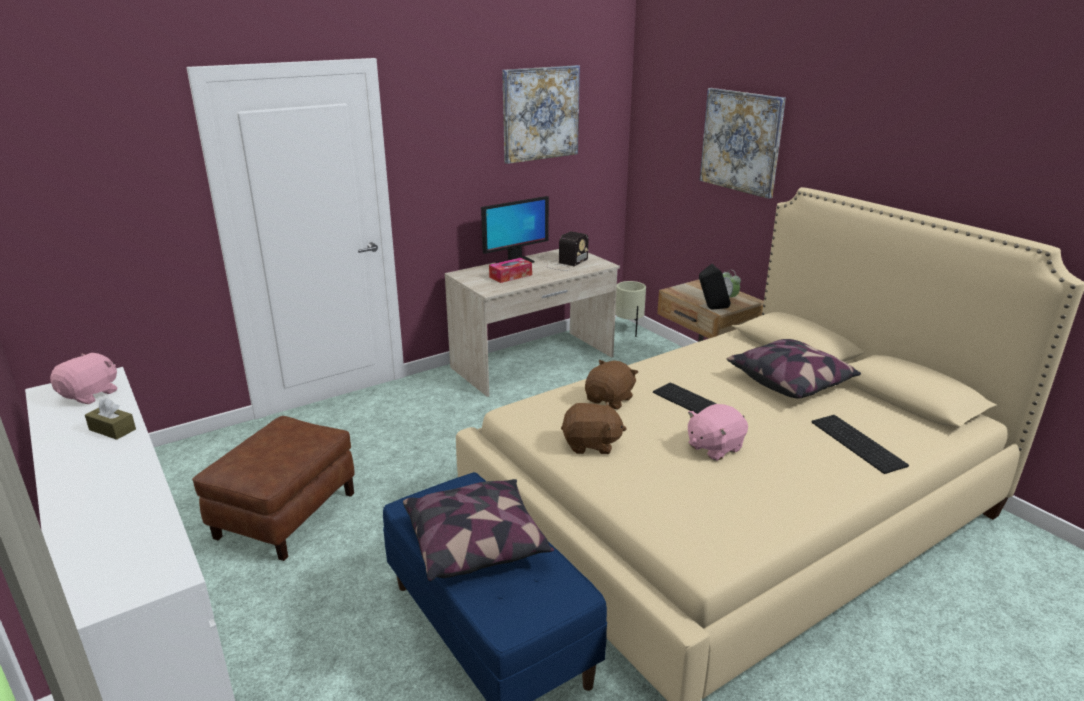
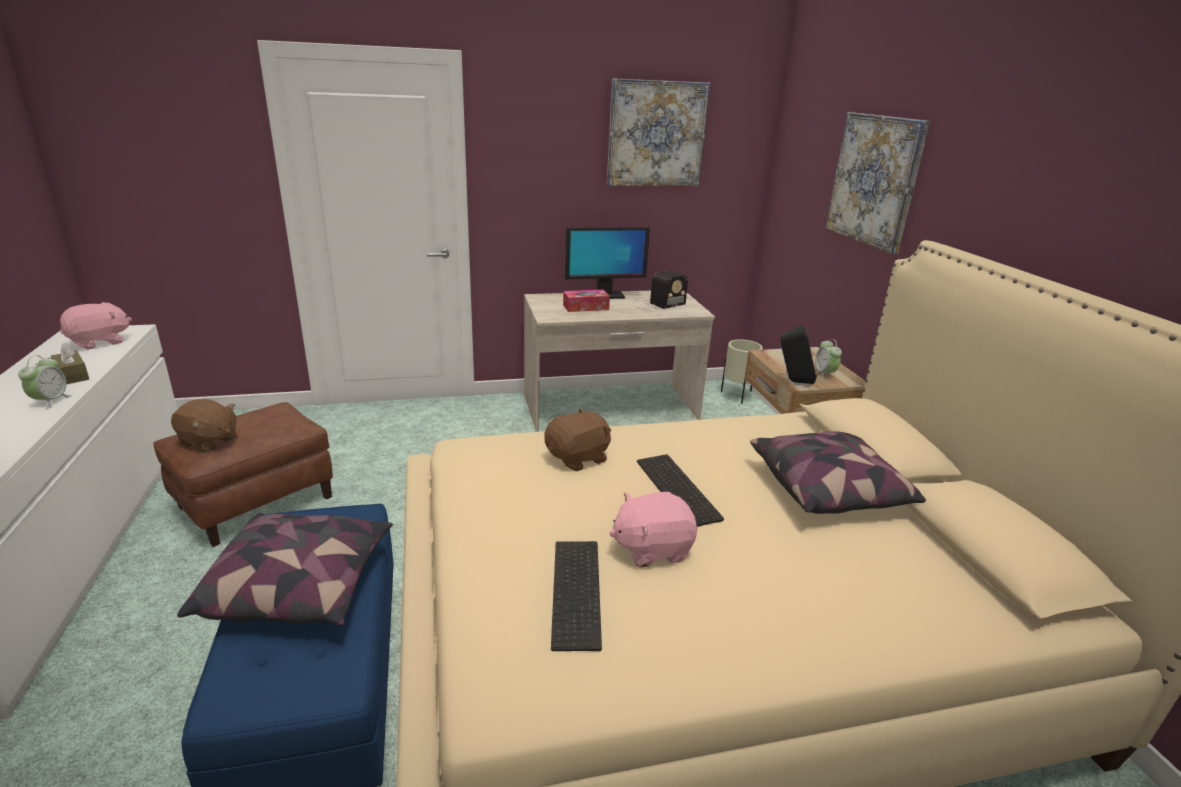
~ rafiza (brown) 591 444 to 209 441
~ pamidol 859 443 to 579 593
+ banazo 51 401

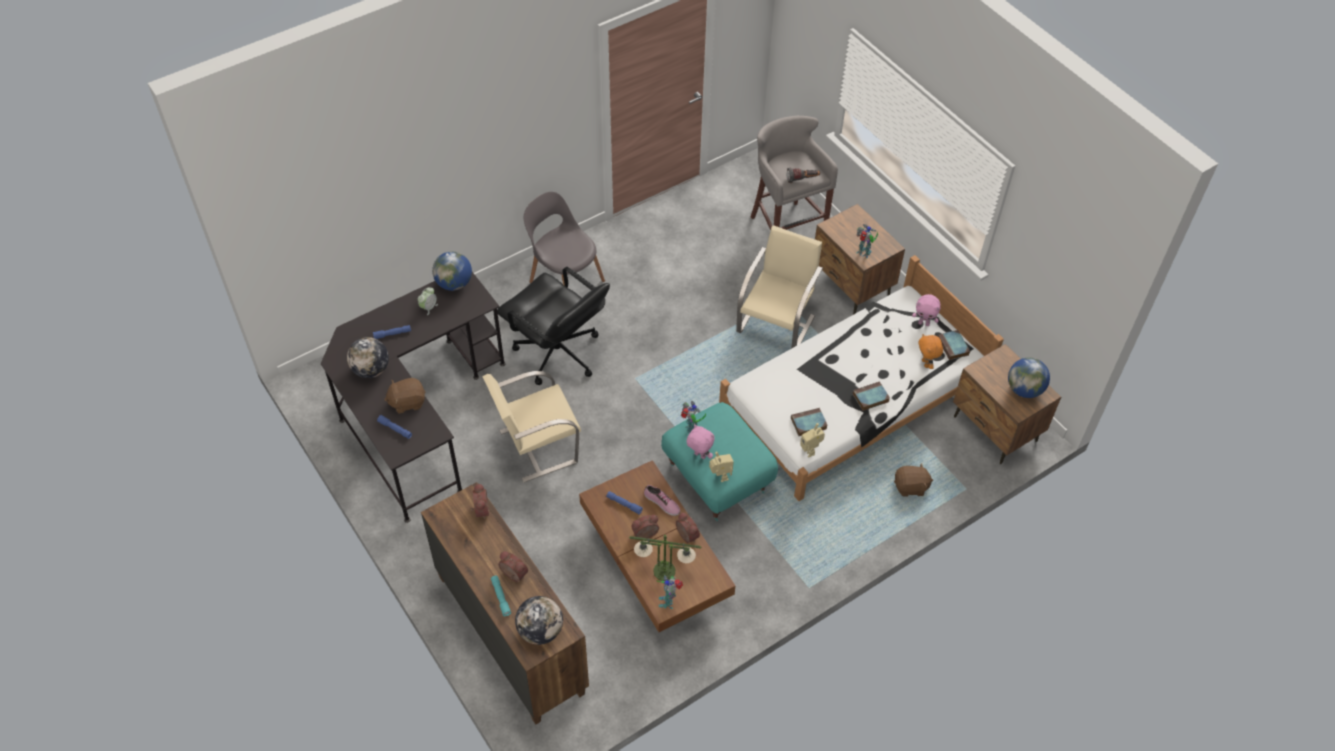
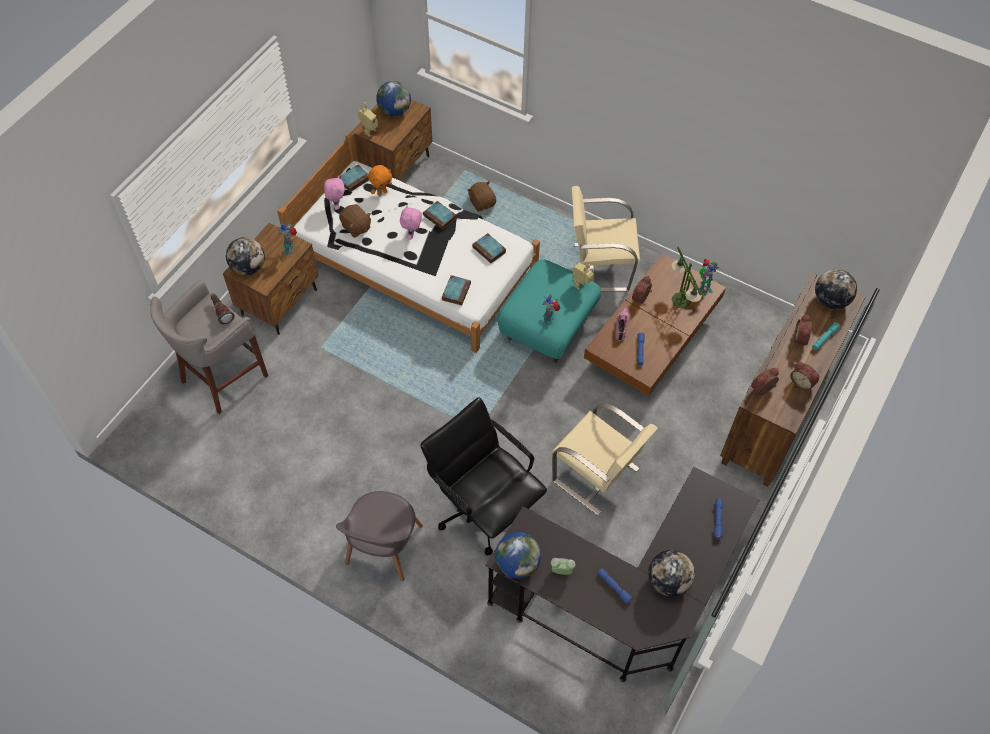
~ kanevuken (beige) 776 323 to 599 267
~ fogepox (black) 558 354 = 483 508 60 degrees counterclockwise
~ rafiza (brown) 407 402 to 356 227
~ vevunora 810 450 to 368 131
~ rafiza (pink) 699 456 to 412 235
~ banazo 645 535 to 802 382
+ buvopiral 248 267
+ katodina 456 291

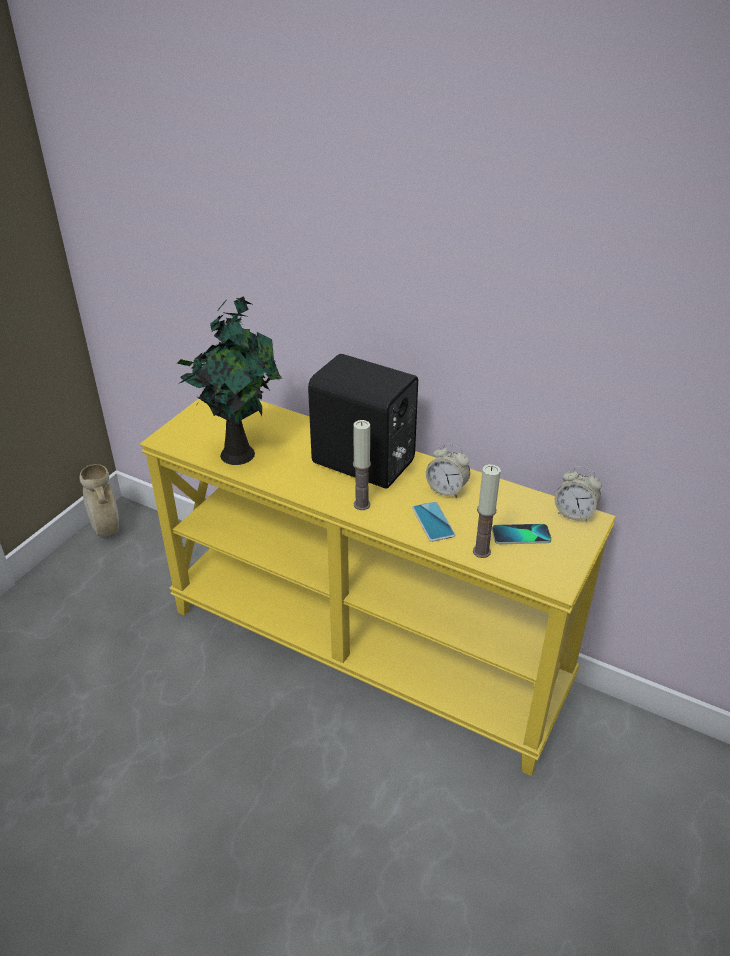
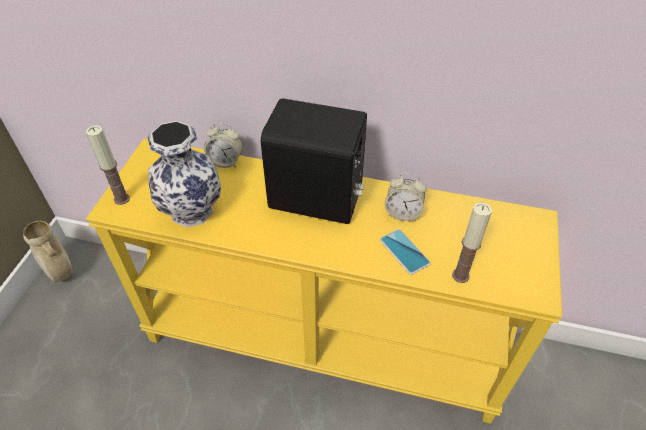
~ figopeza 239 452 to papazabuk 192 210
~ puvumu 362 504 to 122 199
~ banazo 574 513 to 226 161
- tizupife 521 535

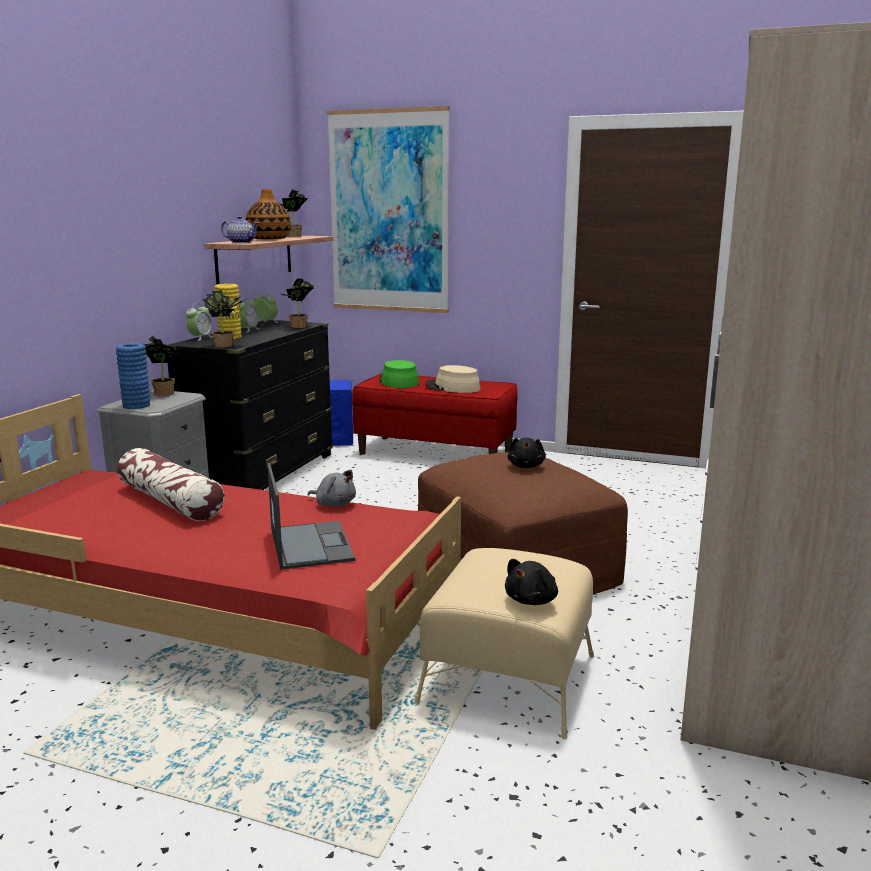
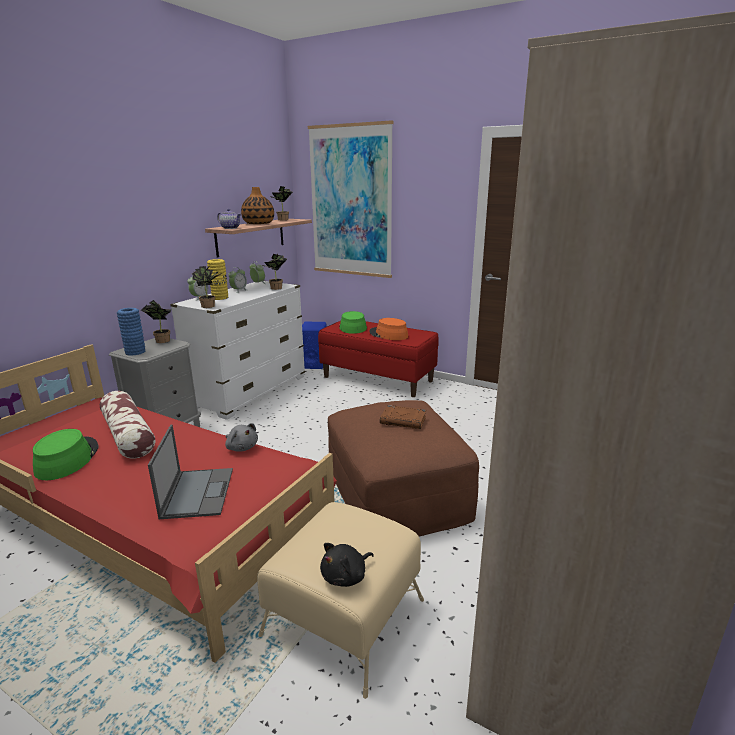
~ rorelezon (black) 262 475 to rorelezon (white) 250 392
~ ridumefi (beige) 452 387 to ridumefi (orange) 388 334
~ rafiza (black) 526 466 to katodina (brown) 403 420
+ ridumefi (green) 67 459

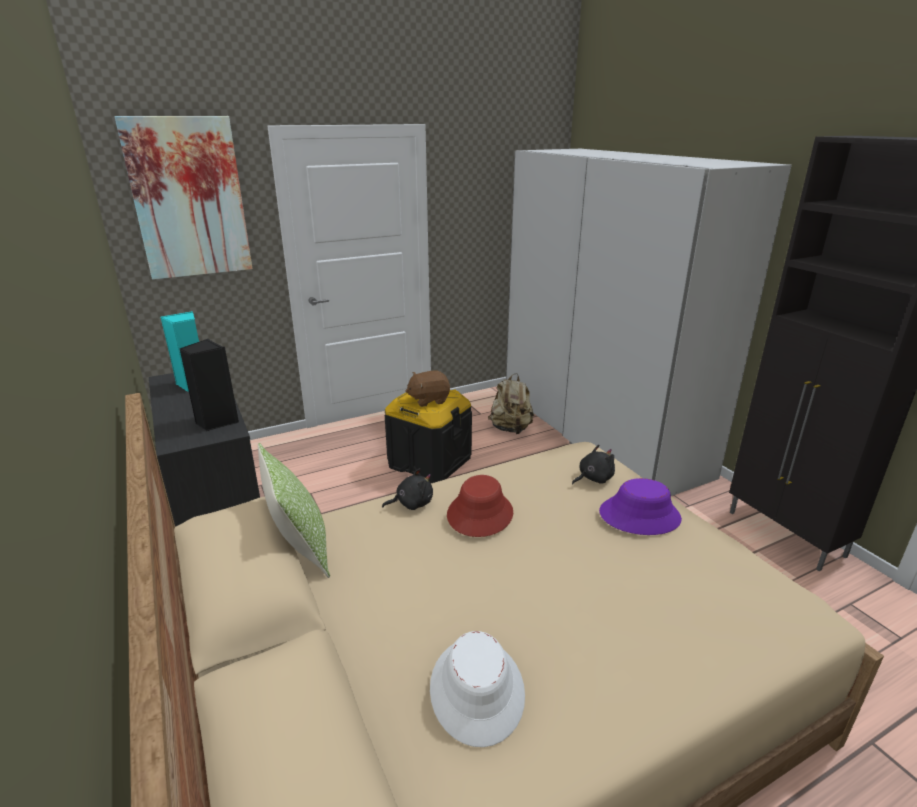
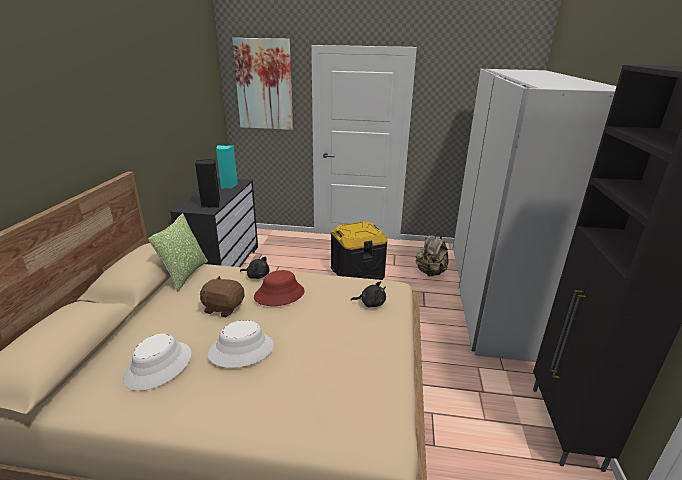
~ rafiza (brown) 428 400 to 223 308
- ridumefi (purple) 639 515
+ ridumefi (white) 241 350

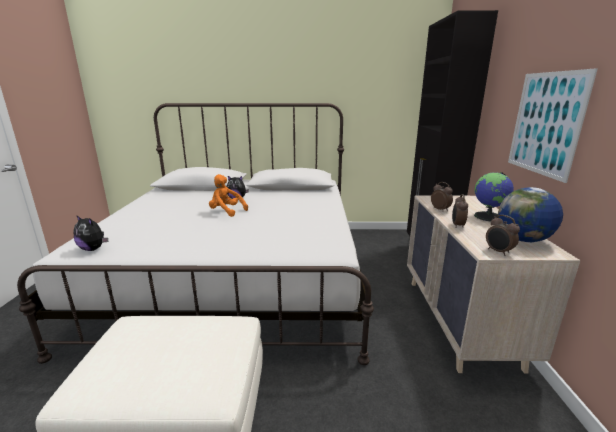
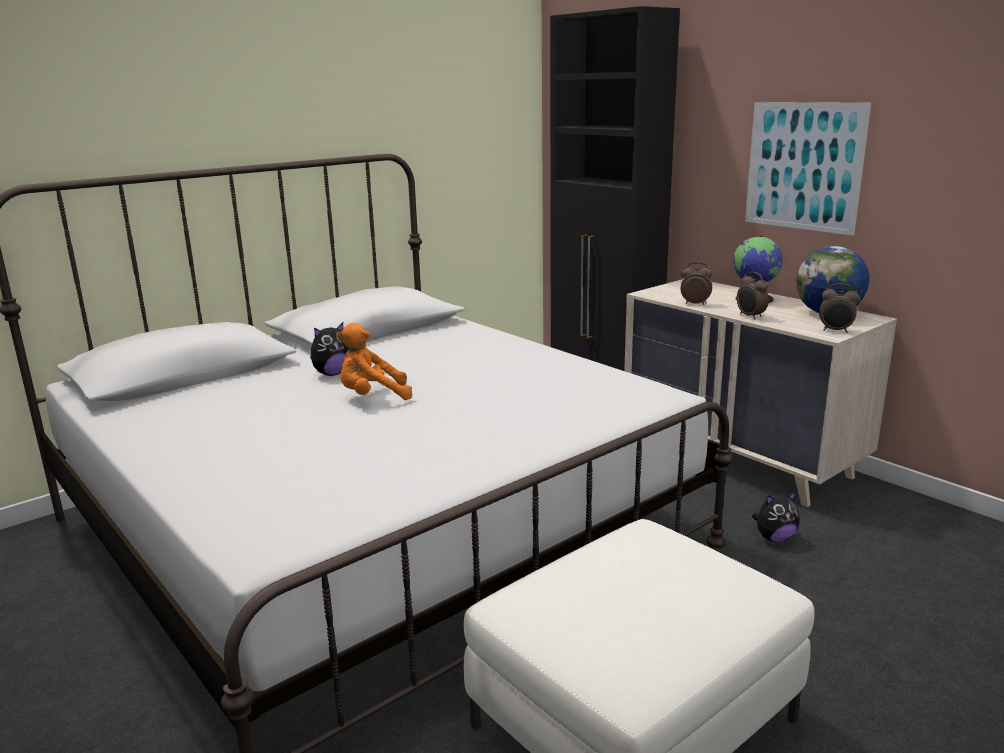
~ rafiza 93 249 to 774 538

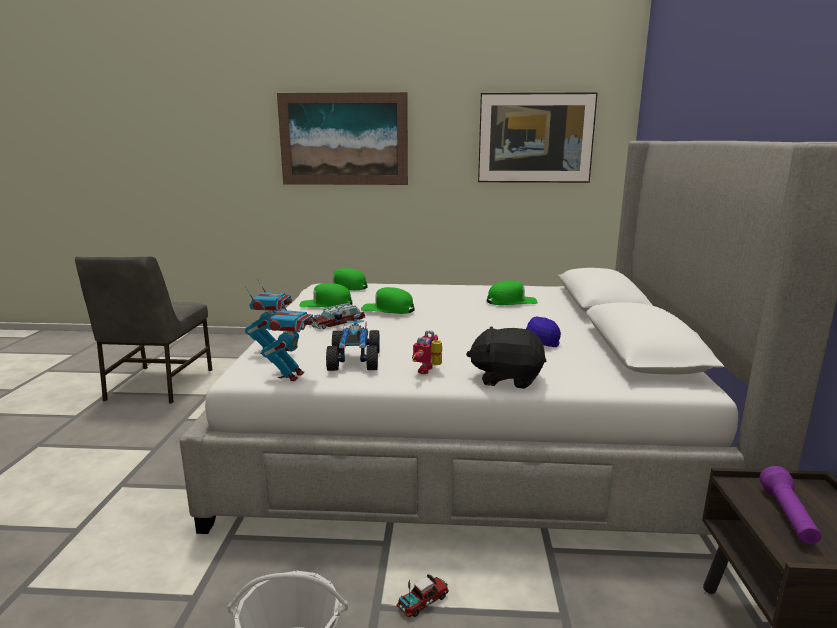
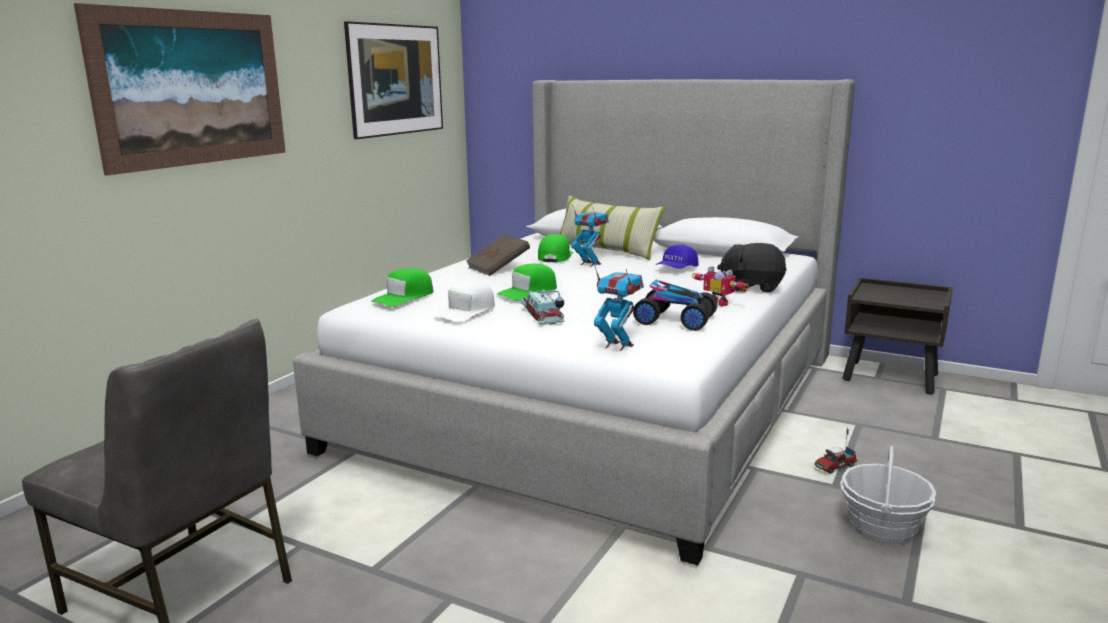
~ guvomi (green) 326 304 to guvomi (white) 466 311
~ vevunora 291 376 to 590 264
~ rafiza (black) 506 378 = 752 287 60 degrees clockwise
- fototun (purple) 788 517
~ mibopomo 423 601 = 834 466 105 degrees counterclockwise
+ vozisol 606 250
+ katodina (brown) 498 268

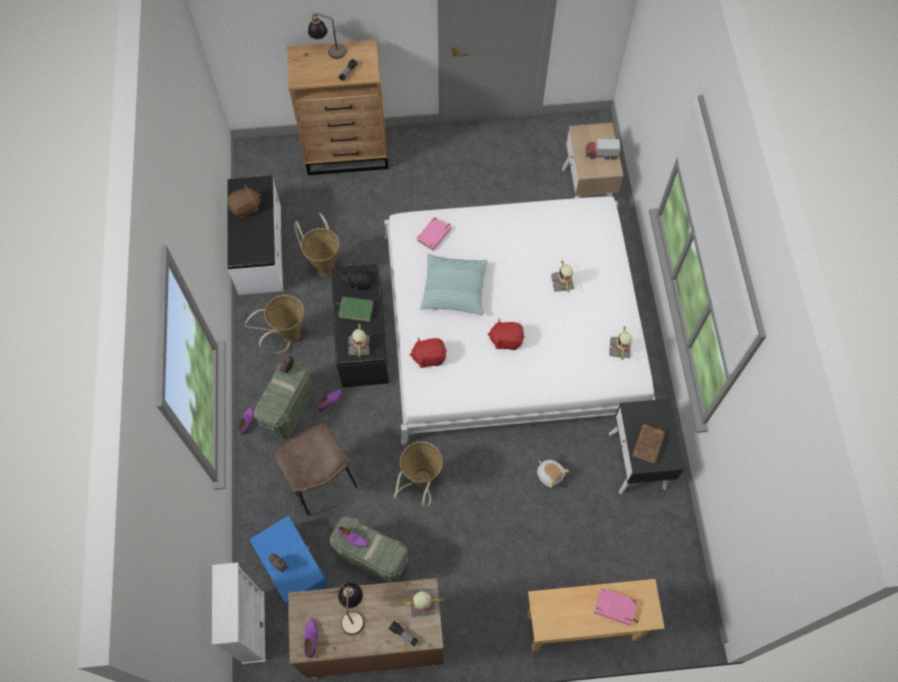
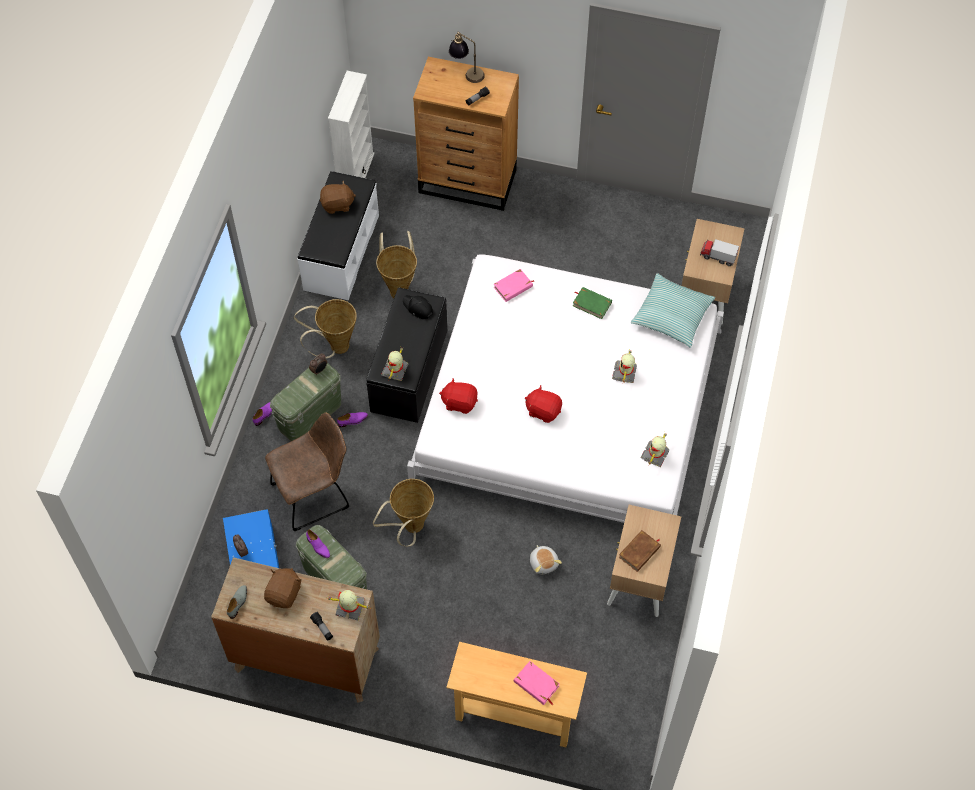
~ vozisol 454 288 to 672 315
~ katodina (green) 356 310 to 592 304
~ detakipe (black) 637 461 to detakipe (beige) 639 579
~ kanevuken (brown) 321 481 = 314 494 105 degrees counterclockwise
~ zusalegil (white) 253 627 to 356 174
~ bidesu 353 612 to rafiza (brown) 284 593
~ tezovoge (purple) 311 638 to tezovoge (grey) 238 602

